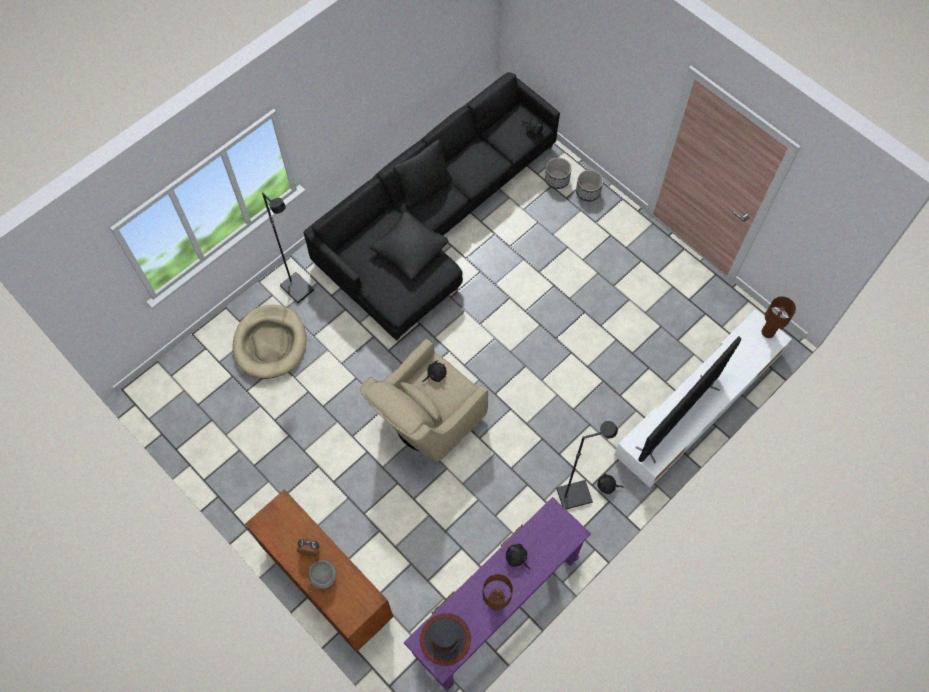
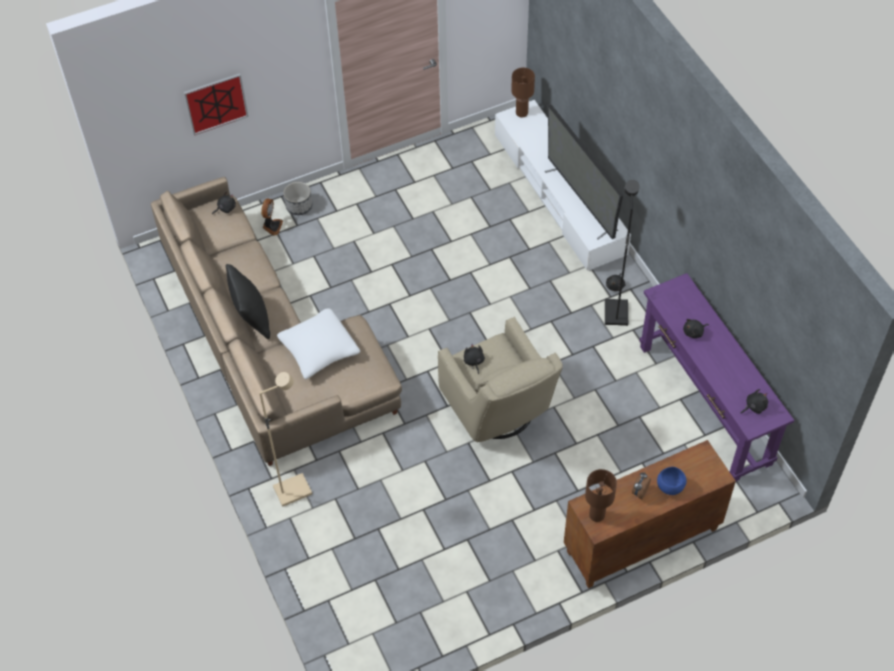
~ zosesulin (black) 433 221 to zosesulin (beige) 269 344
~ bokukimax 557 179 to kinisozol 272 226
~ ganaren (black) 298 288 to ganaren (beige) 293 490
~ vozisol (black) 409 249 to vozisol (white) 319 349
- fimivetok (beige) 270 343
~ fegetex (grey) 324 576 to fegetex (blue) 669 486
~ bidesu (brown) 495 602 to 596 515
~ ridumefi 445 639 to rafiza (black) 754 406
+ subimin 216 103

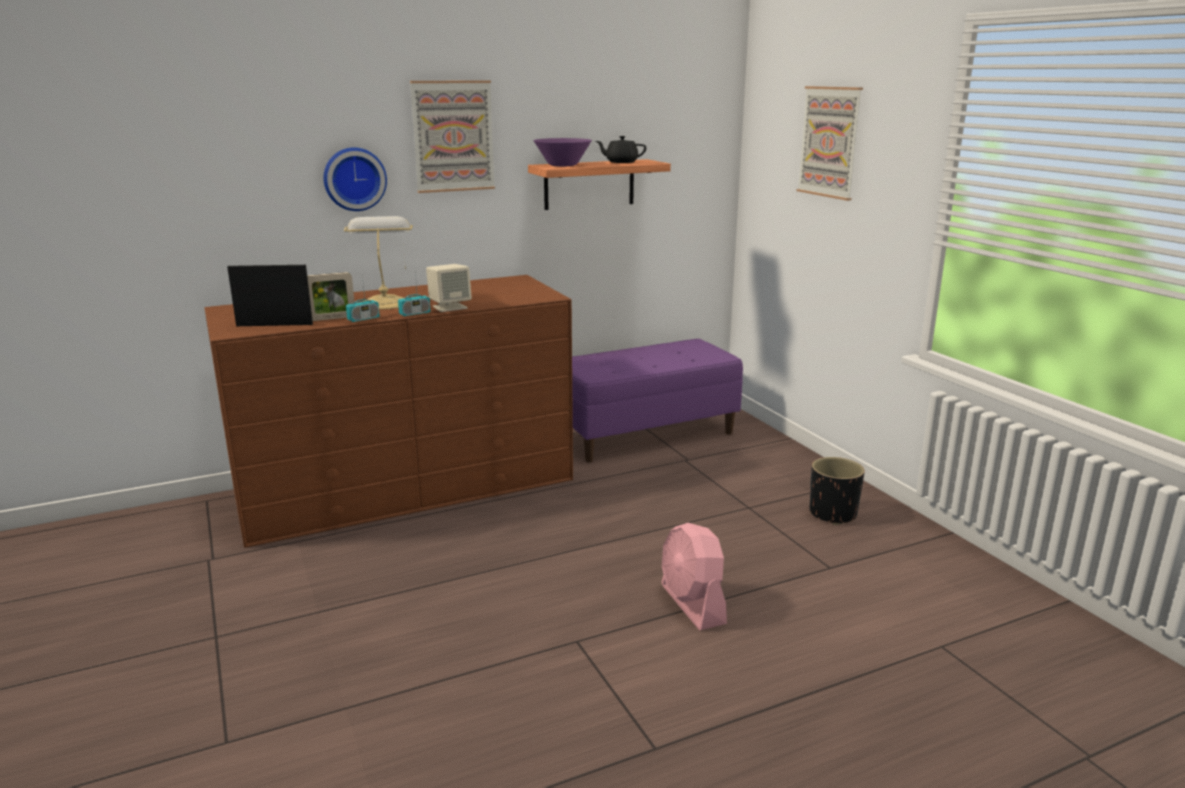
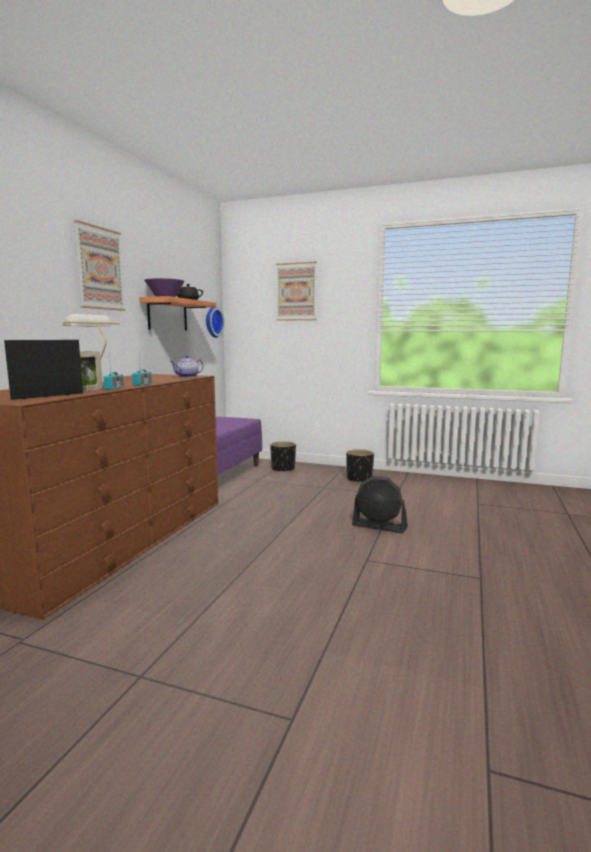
~ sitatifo 354 179 to 212 322
- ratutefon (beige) 450 307
~ kinisozol (pink) 692 604 to kinisozol (black) 379 526
+ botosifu 188 377
+ bokukimax (black) 283 469

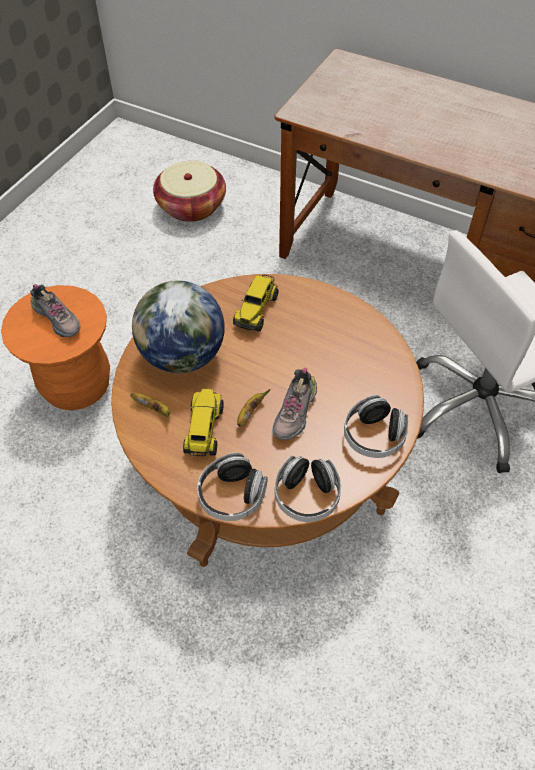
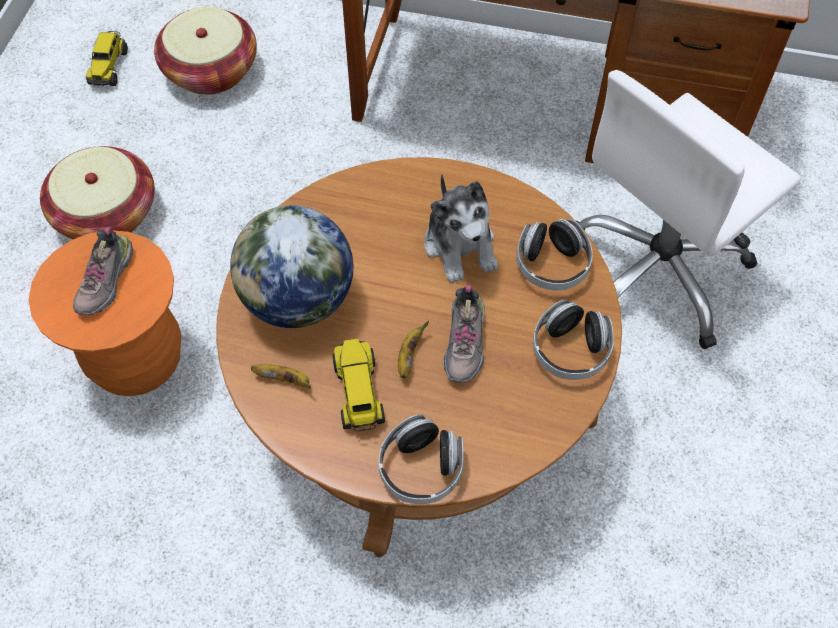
~ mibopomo 256 310 to 109 67
~ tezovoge 59 319 = 106 282 75 degrees clockwise
~ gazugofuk 306 496 to 551 265
+ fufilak 106 214
+ rafiza 460 245

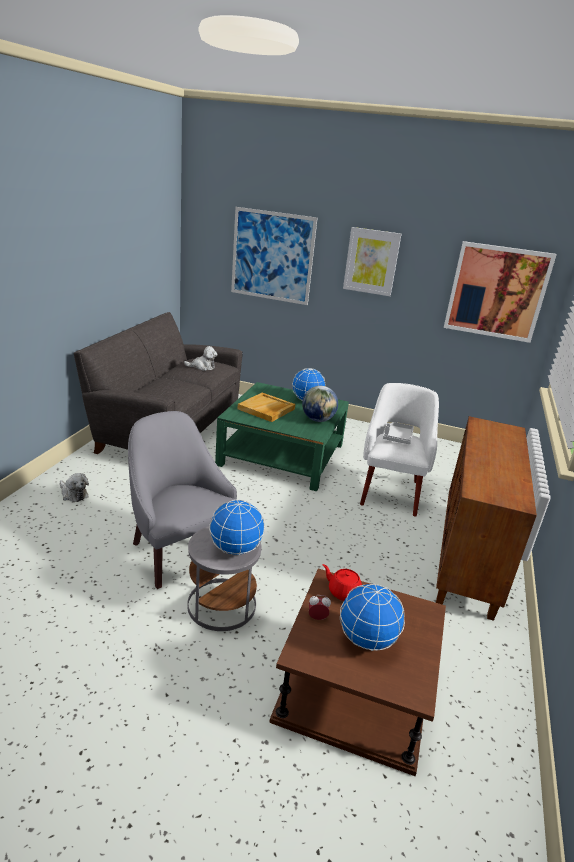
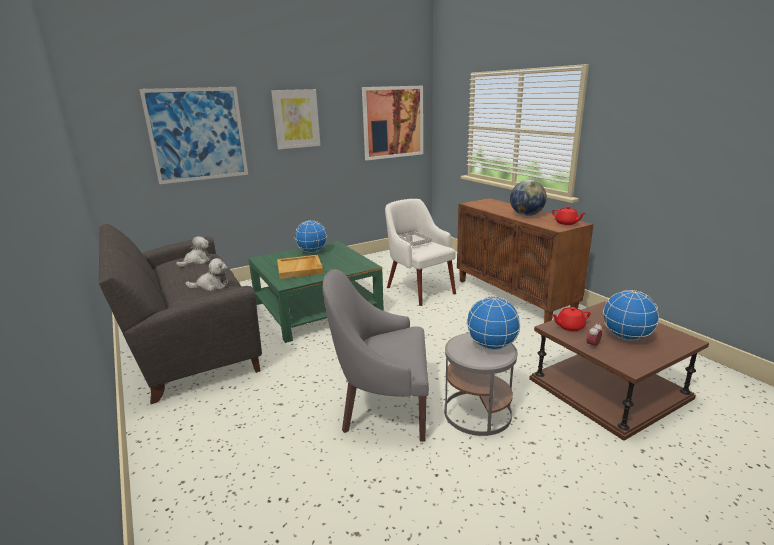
~ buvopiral 318 420 to 526 215
~ rafiza 73 494 to 211 286
+ botosifu (red) 566 223

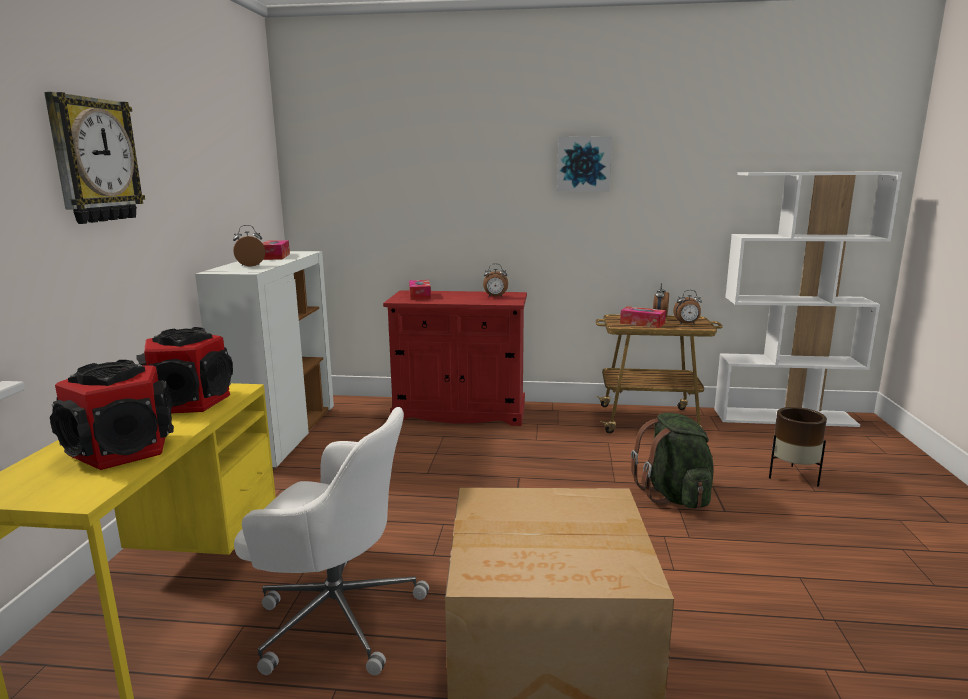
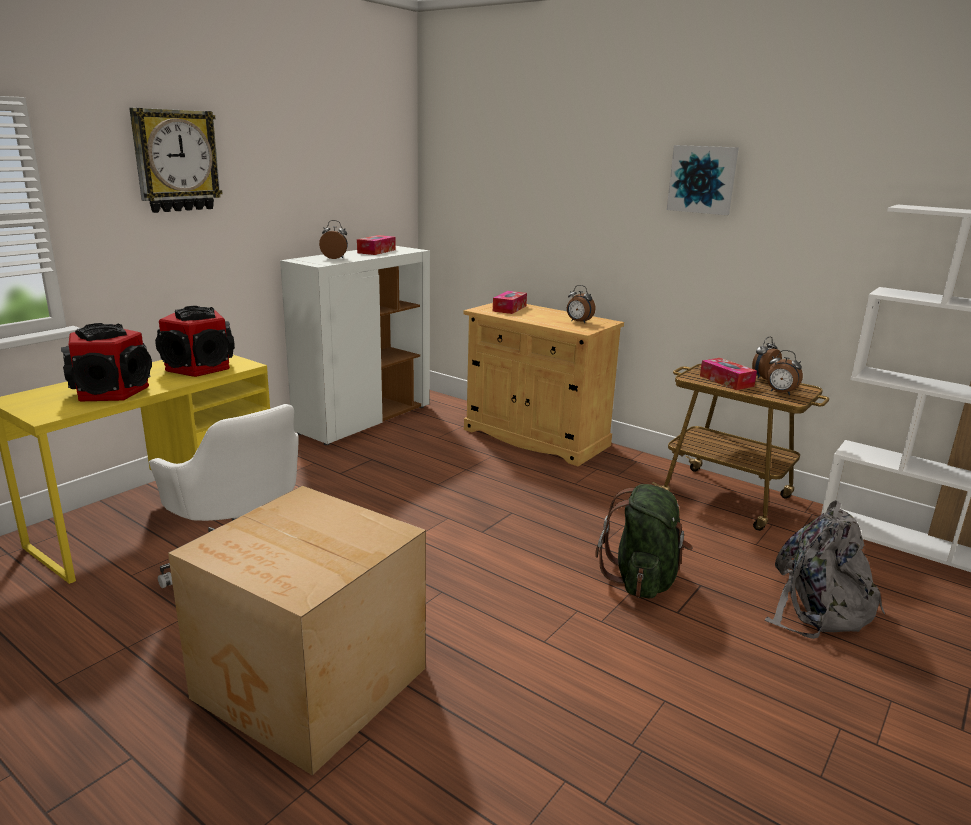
~ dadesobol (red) 459 412 to dadesobol (beige) 535 437
~ bokukimax (brown) 792 476 to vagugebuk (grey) 817 608

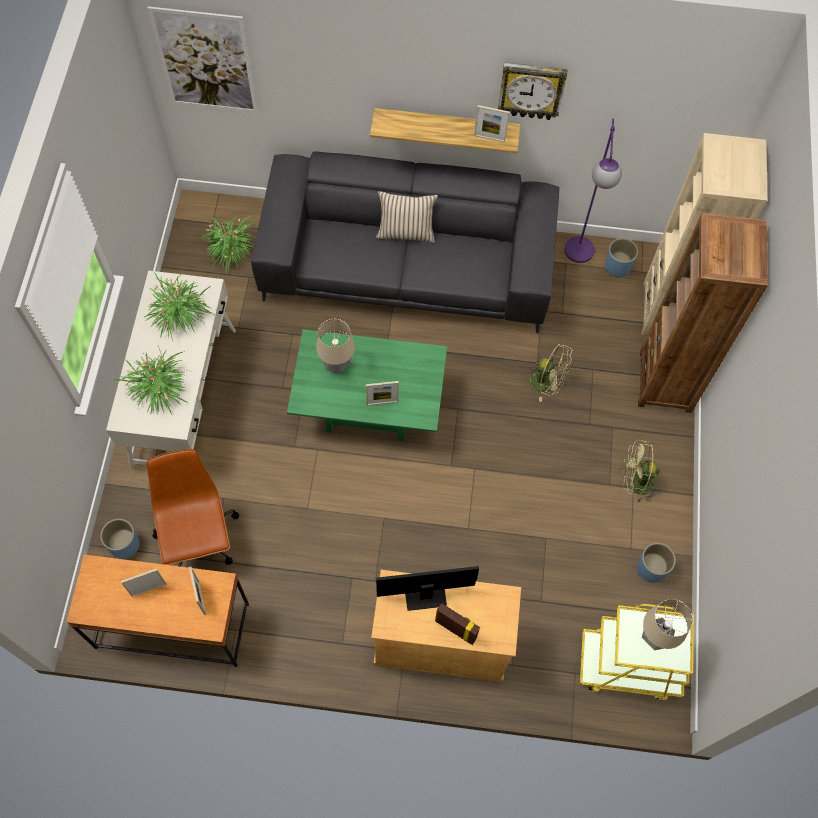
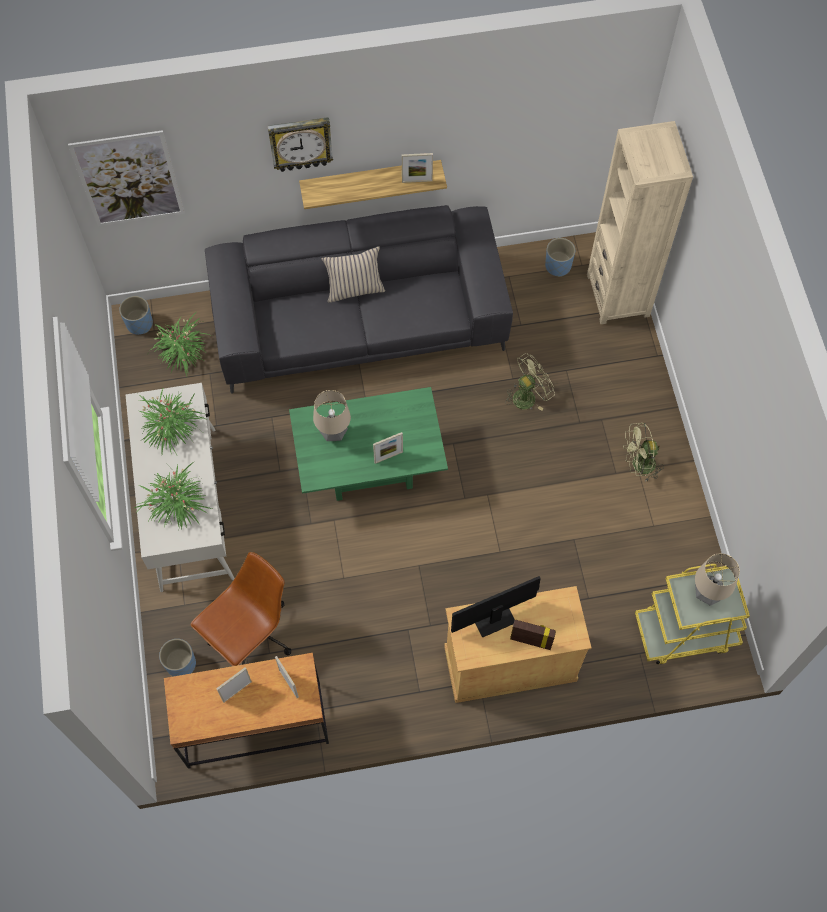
~ sitatifo 531 90 to 300 143
- ganaren (purple) 578 259
- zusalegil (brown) 665 381
~ kinisozol (green) 546 383 = 527 396 45 degrees counterclockwise
~ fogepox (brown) 199 538 = 251 636 75 degrees clockwise
~ bokukimax (blue) 651 568 to 139 323

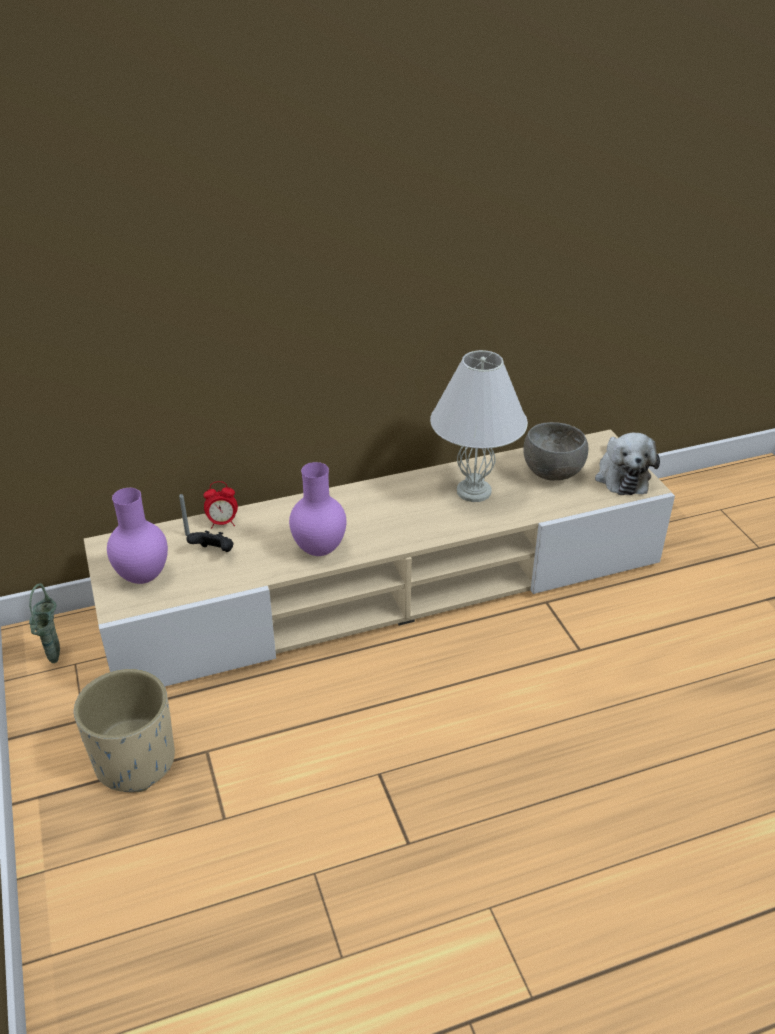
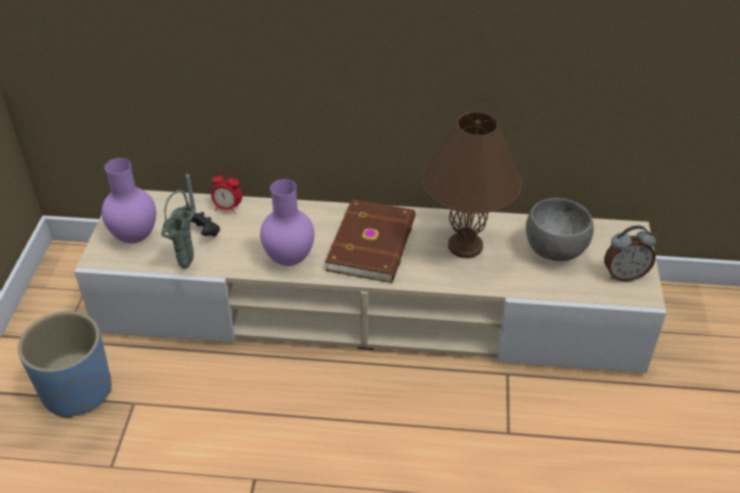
~ bidesu (white) 473 491 to bidesu (brown) 464 245
~ rafiza 621 476 to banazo 624 275
~ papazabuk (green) 55 661 to 186 267
~ bokukimax (beige) 135 761 to bokukimax (blue) 77 390
+ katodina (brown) 373 244

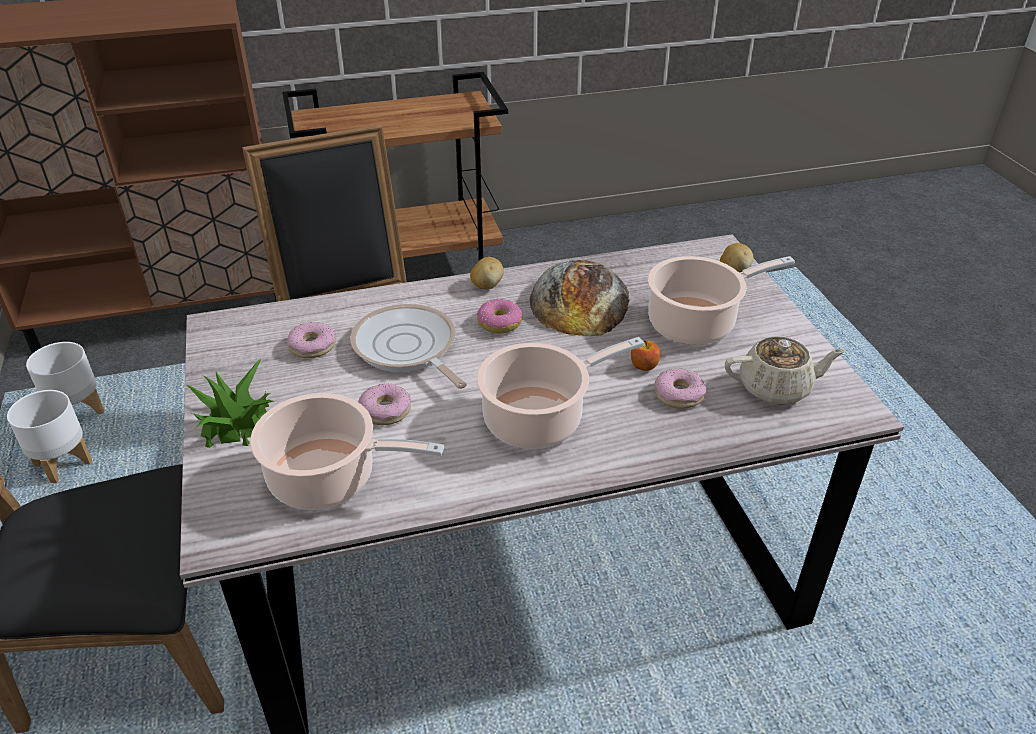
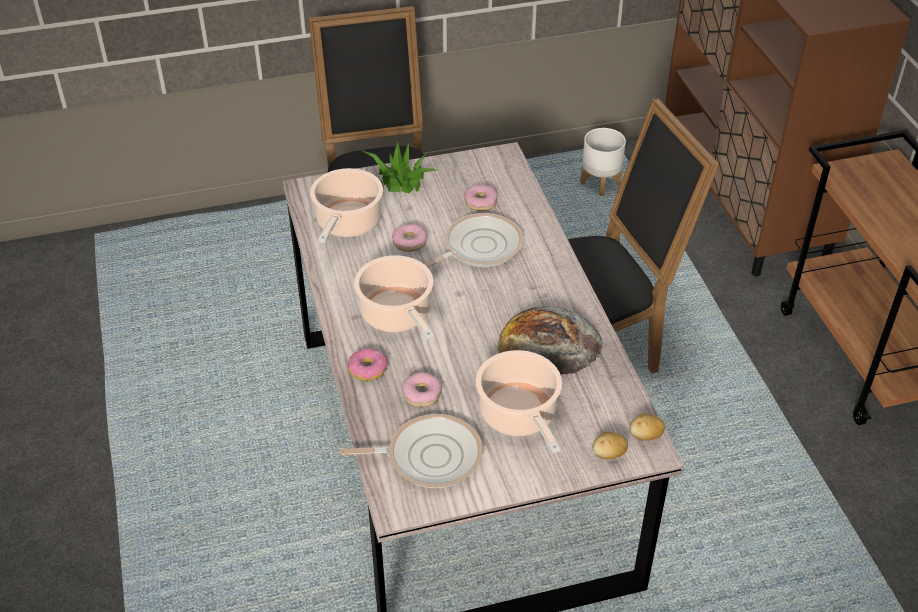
~ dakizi 487 285 to 645 436
~ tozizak 500 323 to 368 369
~ botosifu (beige) 776 388 to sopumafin 428 456
- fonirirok 644 366
- bokukimax (white) 64 465

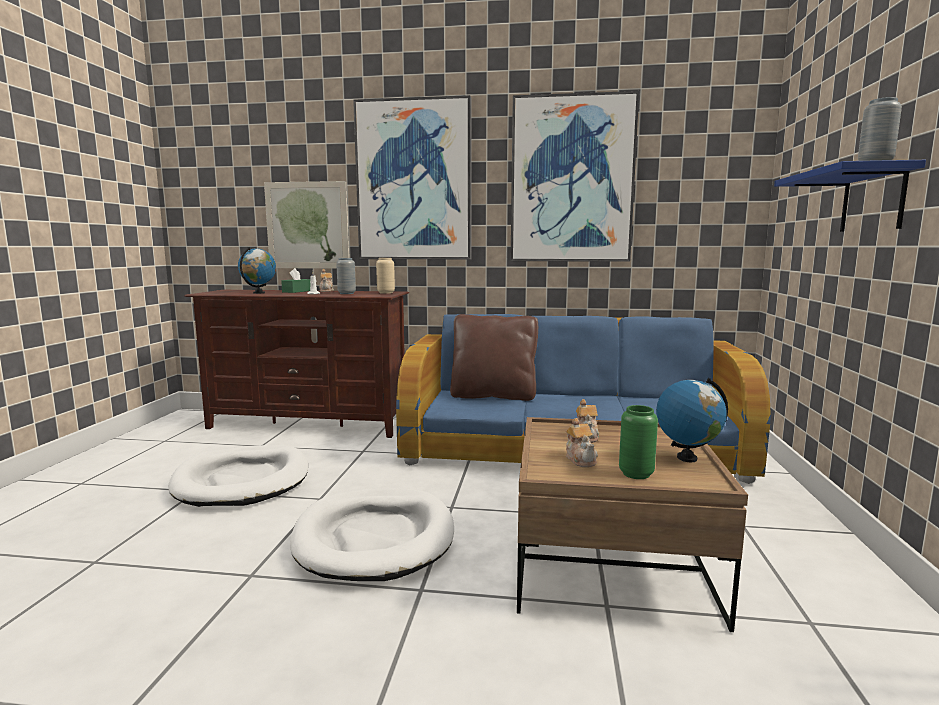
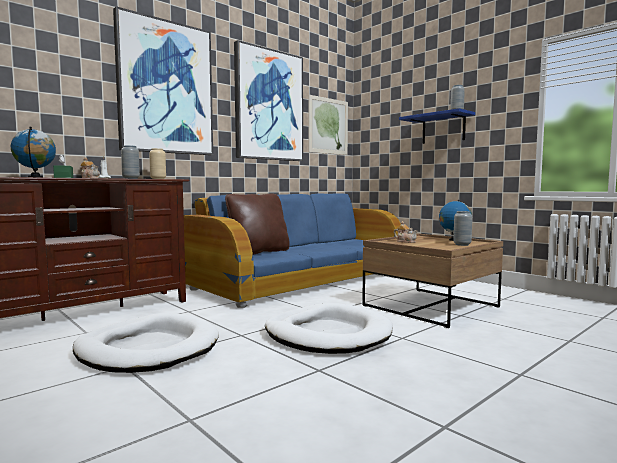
~ subimin 307 225 to 328 126
~ papazabuk (green) 636 474 to papazabuk (grey) 462 244
- botosifu 581 459

